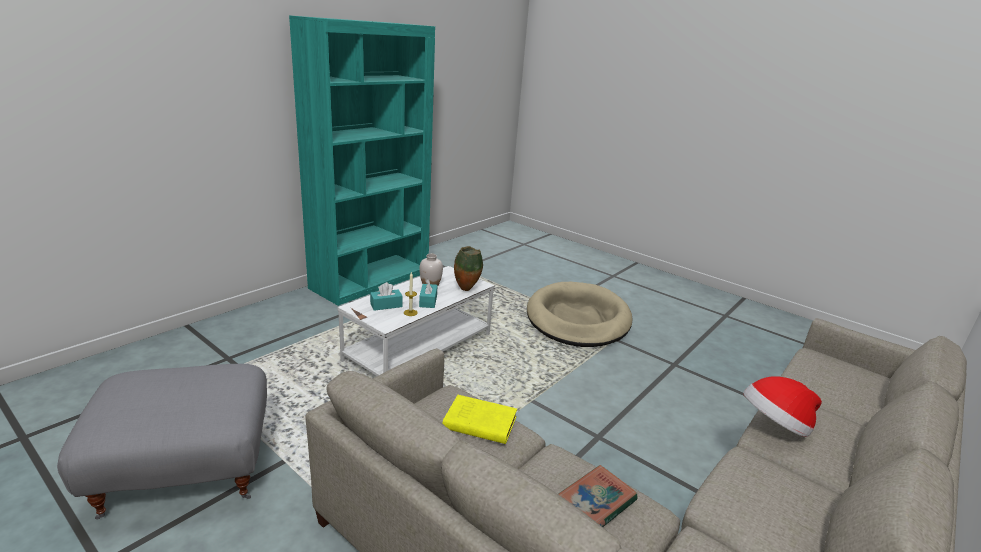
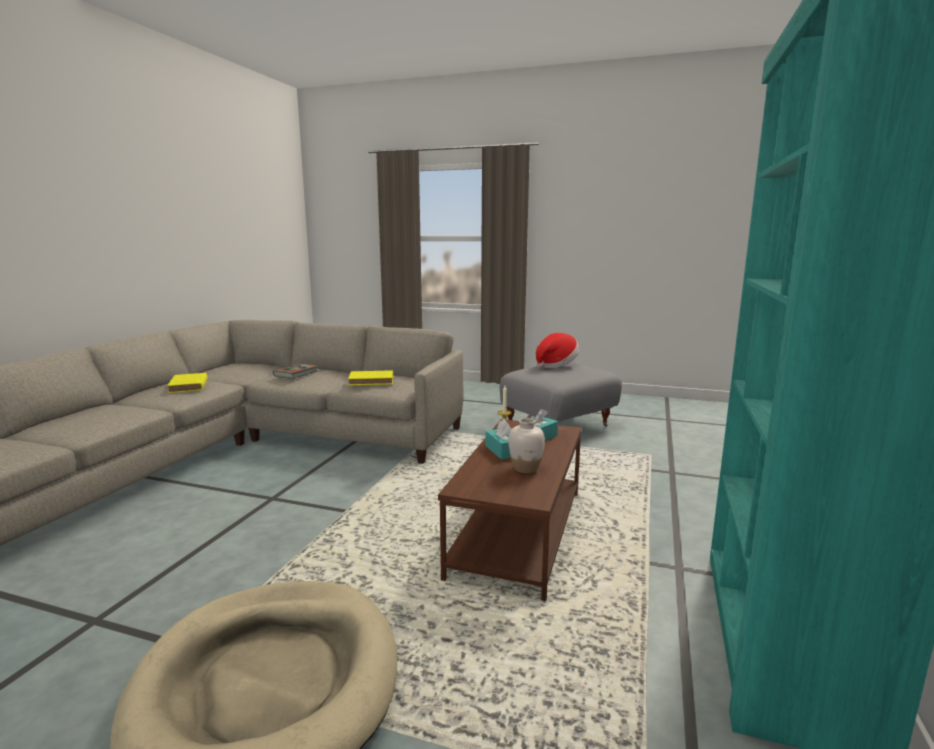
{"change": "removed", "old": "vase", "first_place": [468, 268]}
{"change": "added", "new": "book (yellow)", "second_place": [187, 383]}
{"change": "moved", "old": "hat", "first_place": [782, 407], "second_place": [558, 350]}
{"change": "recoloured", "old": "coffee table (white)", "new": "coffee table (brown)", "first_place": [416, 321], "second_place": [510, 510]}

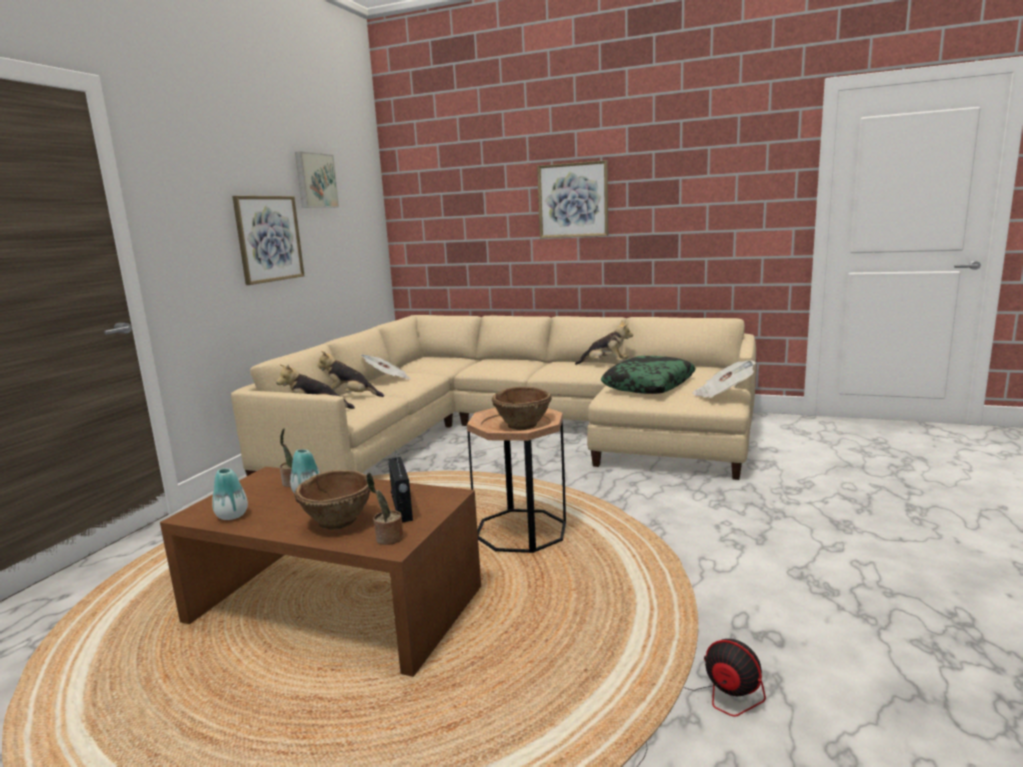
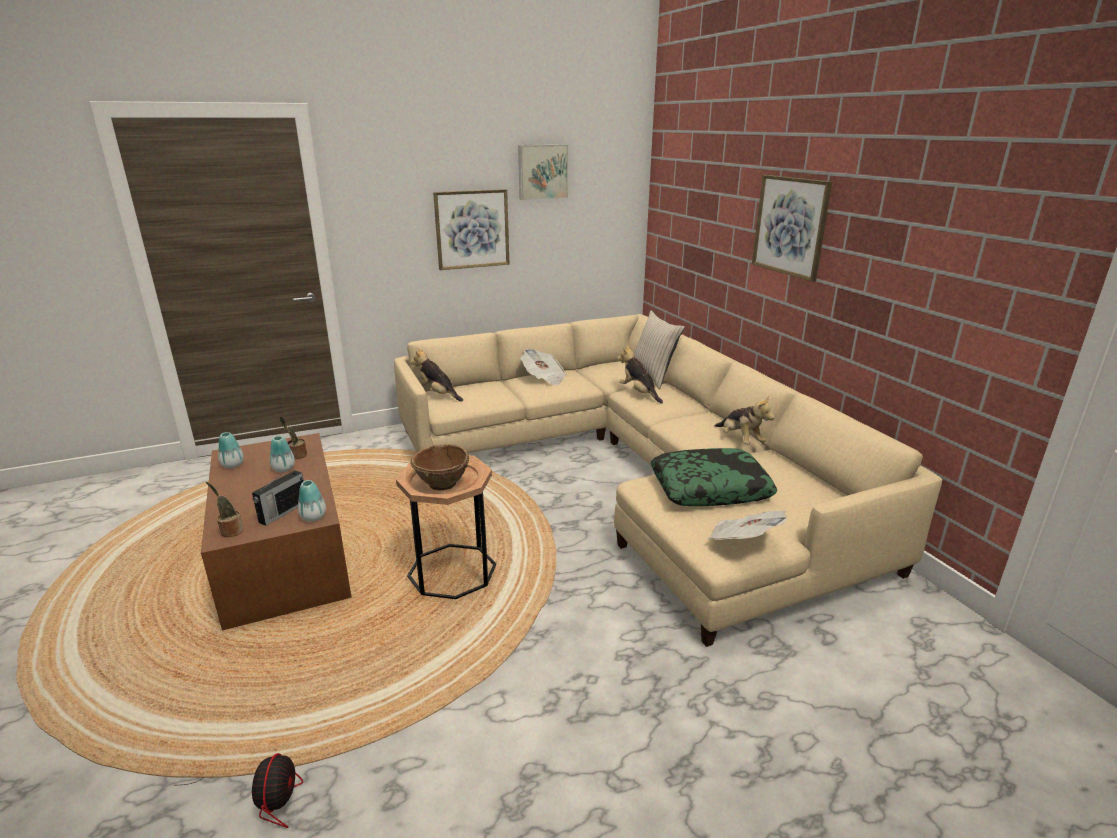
{"change": "removed", "old": "bowl (brown)", "first_place": [332, 500]}
{"change": "added", "new": "vase", "second_place": [312, 501]}
{"change": "added", "new": "pillow (beige)", "second_place": [659, 349]}
{"change": "moved", "old": "plush toy", "first_place": [350, 374], "second_place": [640, 374]}

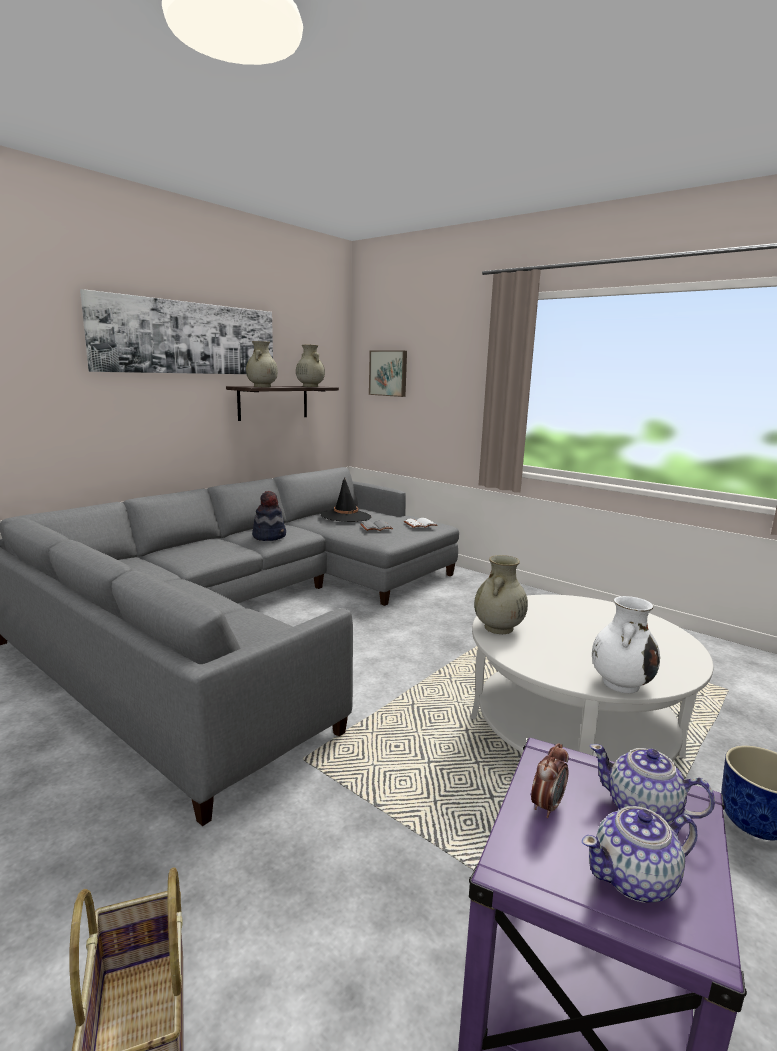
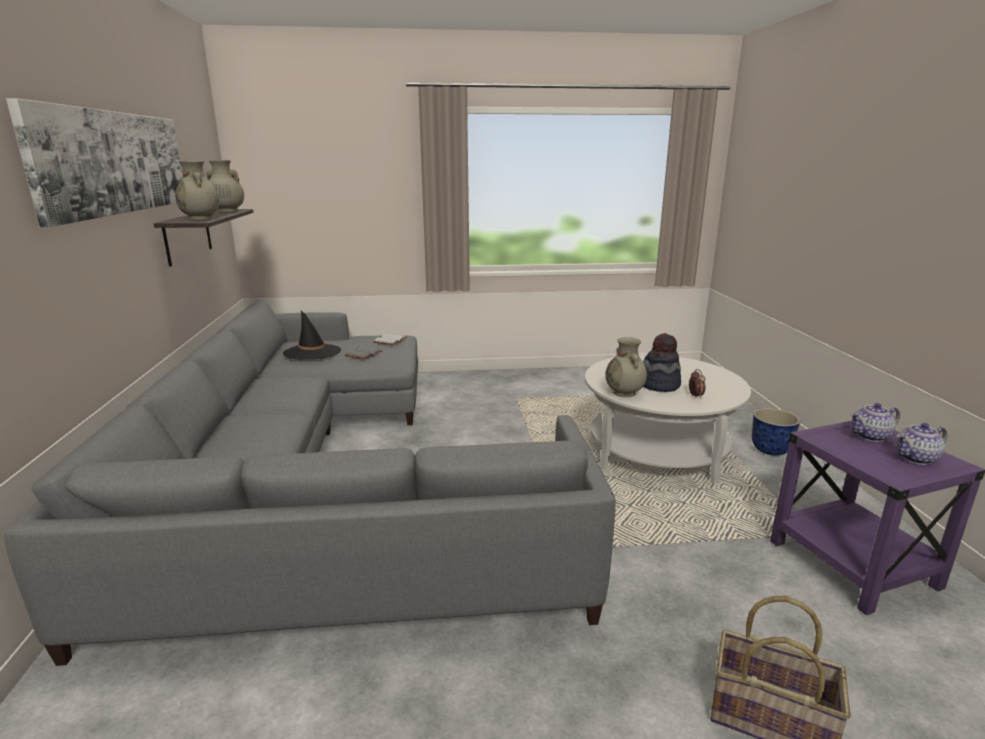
{"change": "removed", "old": "picture", "first_place": [388, 373]}
{"change": "removed", "old": "vase (white)", "first_place": [626, 644]}
{"change": "moved", "old": "hat", "first_place": [269, 516], "second_place": [662, 362]}
{"change": "moved", "old": "alarm clock", "first_place": [550, 780], "second_place": [697, 383]}
{"change": "turned", "old": "teapot", "first_place": [639, 854], "second_place": [921, 444], "degrees": 45}

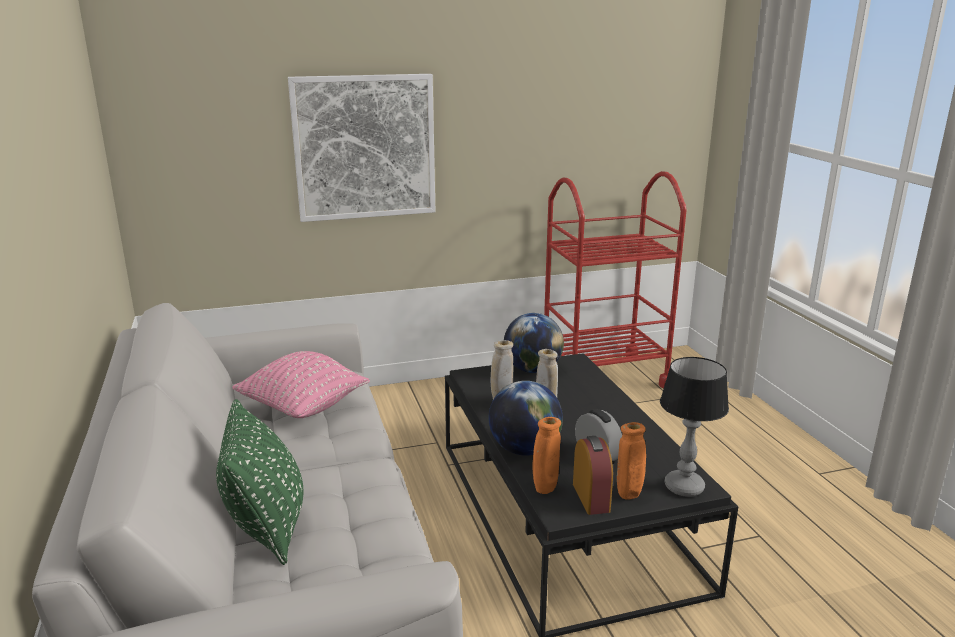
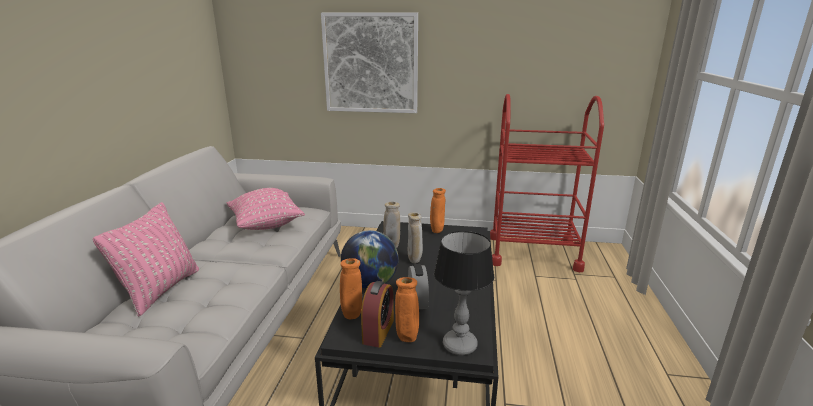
{"change": "replaced", "old": "globe", "new": "vase (orange)", "first_place": [534, 343], "second_place": [438, 210]}
{"change": "recoloured", "old": "pillow (green)", "new": "pillow (pink)", "first_place": [260, 482], "second_place": [146, 259]}

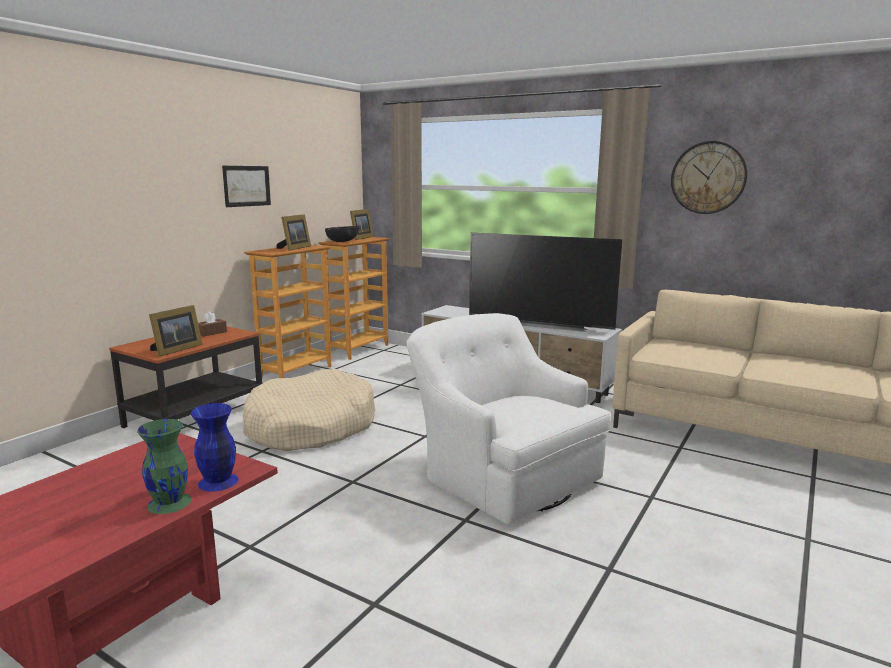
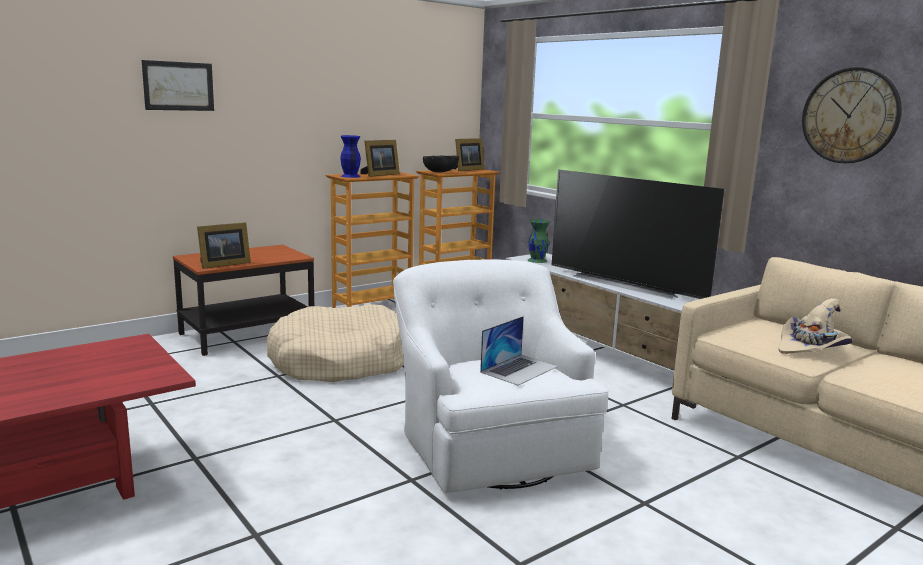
{"change": "removed", "old": "tissue box (brown)", "first_place": [212, 324]}
{"change": "added", "new": "laptop", "second_place": [519, 350]}
{"change": "added", "new": "hat (beige)", "second_place": [815, 326]}
{"change": "moved", "old": "vase (green)", "first_place": [164, 466], "second_place": [539, 241]}
{"change": "moved", "old": "vase (blue)", "first_place": [214, 447], "second_place": [350, 156]}
{"change": "moved", "old": "picture", "first_place": [246, 186], "second_place": [178, 85]}

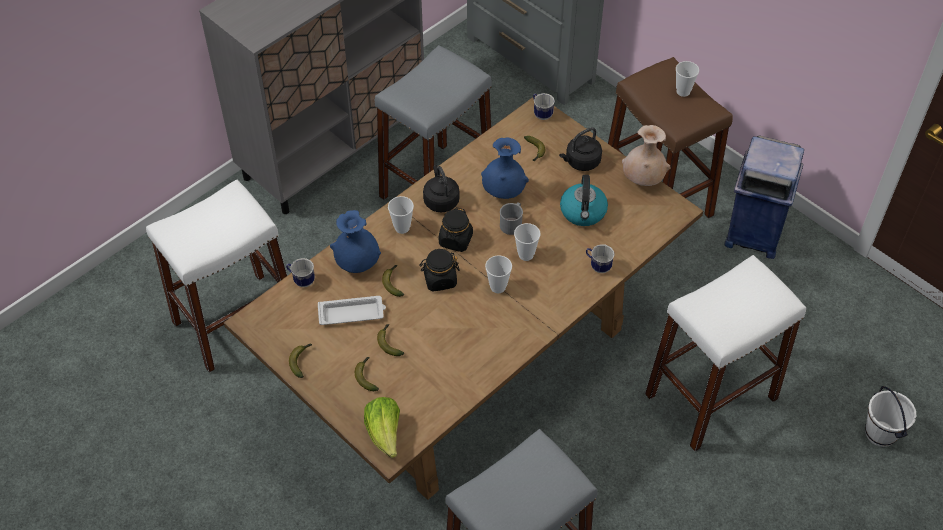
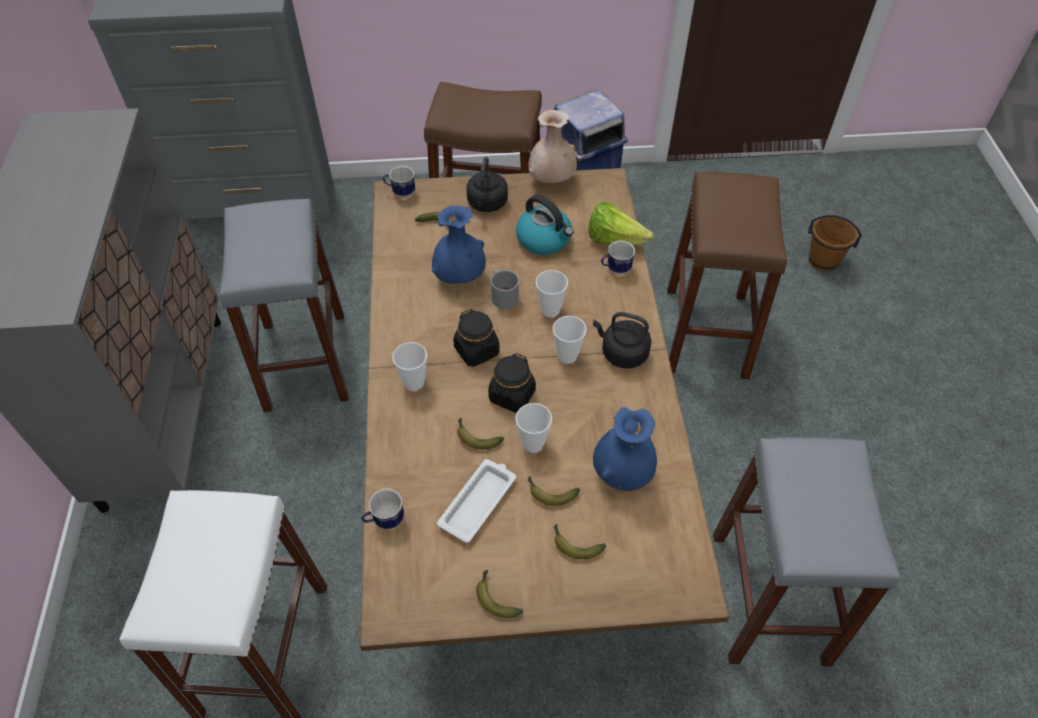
{"change": "moved", "old": "vase (blue)", "first_place": [355, 241], "second_place": [625, 449]}
{"change": "moved", "old": "lettuce", "first_place": [382, 427], "second_place": [621, 223]}
{"change": "moved", "old": "kettle (black)", "first_place": [441, 189], "second_place": [622, 340]}
{"change": "moved", "old": "cup", "first_place": [687, 79], "second_place": [534, 428]}
{"change": "recoloured", "old": "stool (white)", "new": "stool (brown)", "first_place": [725, 353], "second_place": [727, 275]}
{"change": "recoloured", "old": "bucket (white)", "new": "bucket (brown)", "first_place": [890, 416], "second_place": [835, 243]}

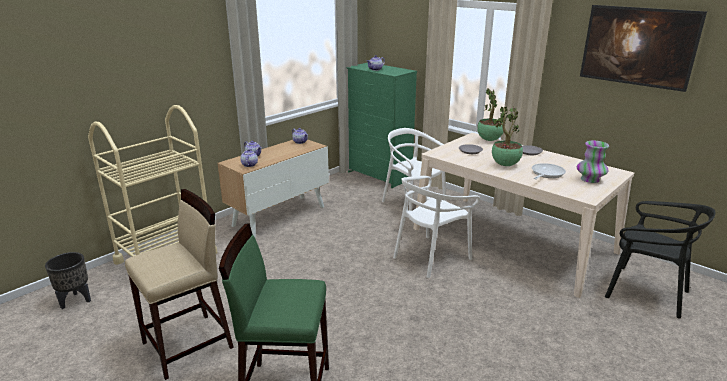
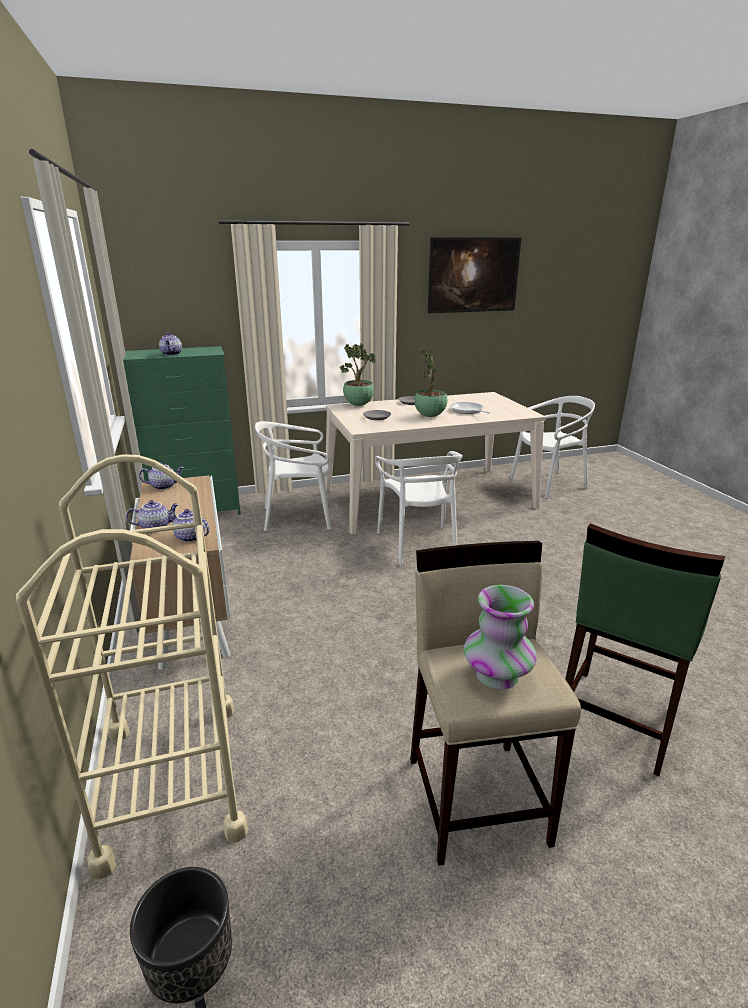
{"change": "moved", "old": "vase", "first_place": [593, 162], "second_place": [500, 637]}
{"change": "recoloured", "old": "chair (black)", "new": "chair (white)", "first_place": [660, 260], "second_place": [552, 447]}

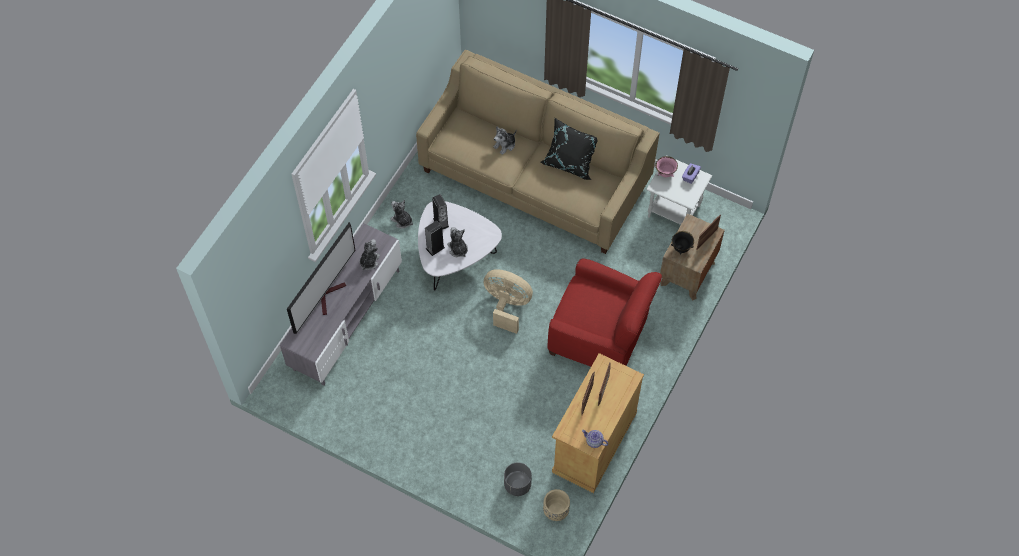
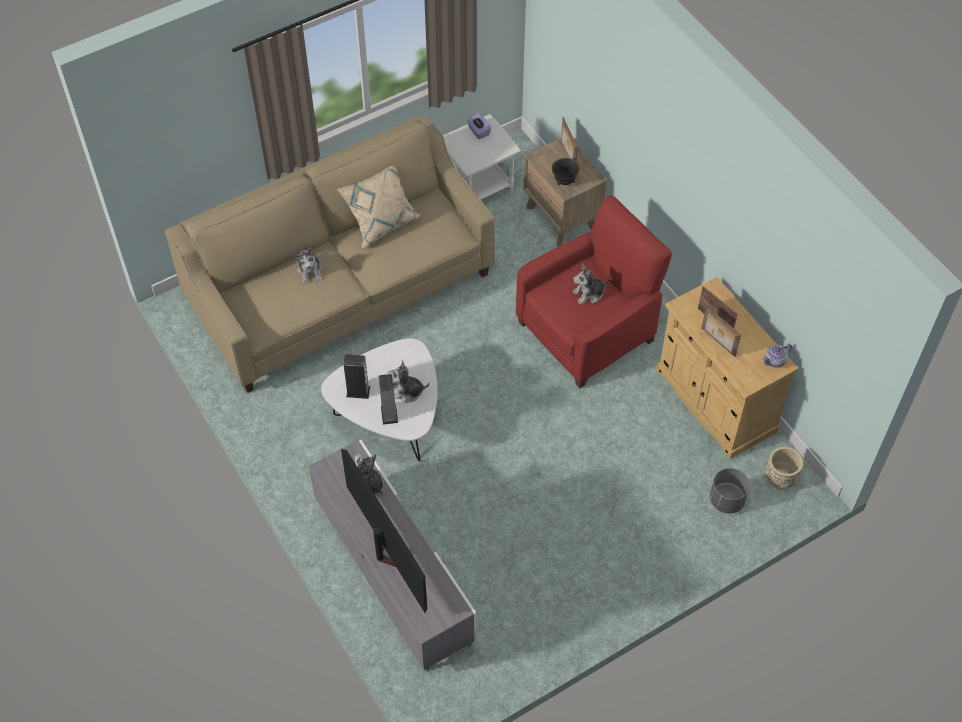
{"change": "removed", "old": "fan (beige)", "first_place": [508, 301]}
{"change": "removed", "old": "bowl (pink)", "first_place": [666, 166]}
{"change": "moved", "old": "plush toy", "first_place": [402, 214], "second_place": [591, 284]}
{"change": "recoloured", "old": "pillow (black)", "new": "pillow (beige)", "first_place": [569, 149], "second_place": [379, 207]}

